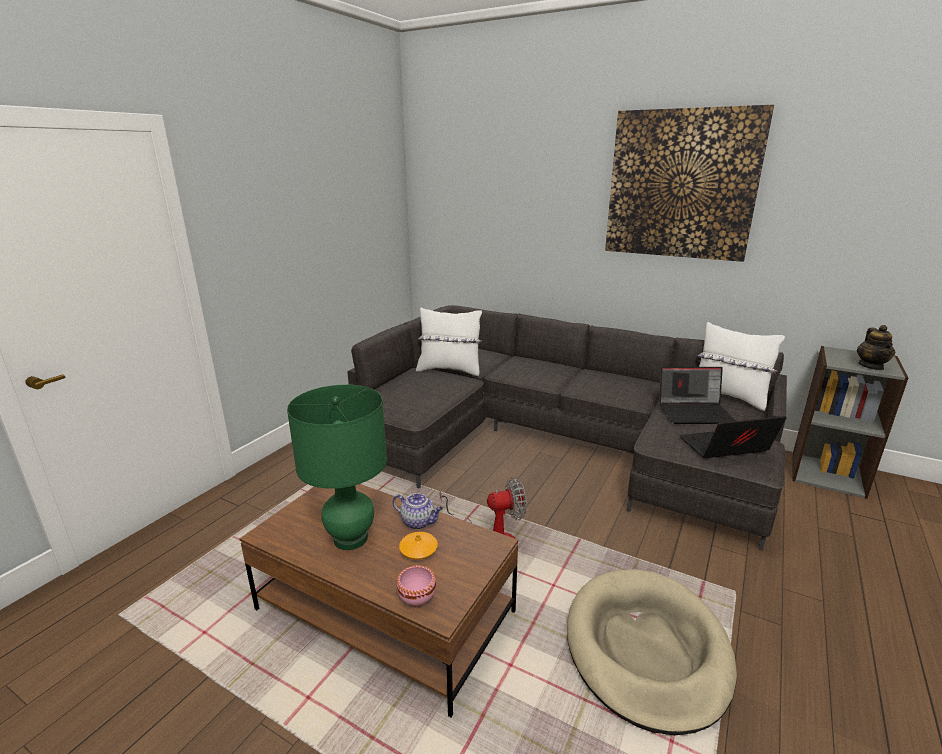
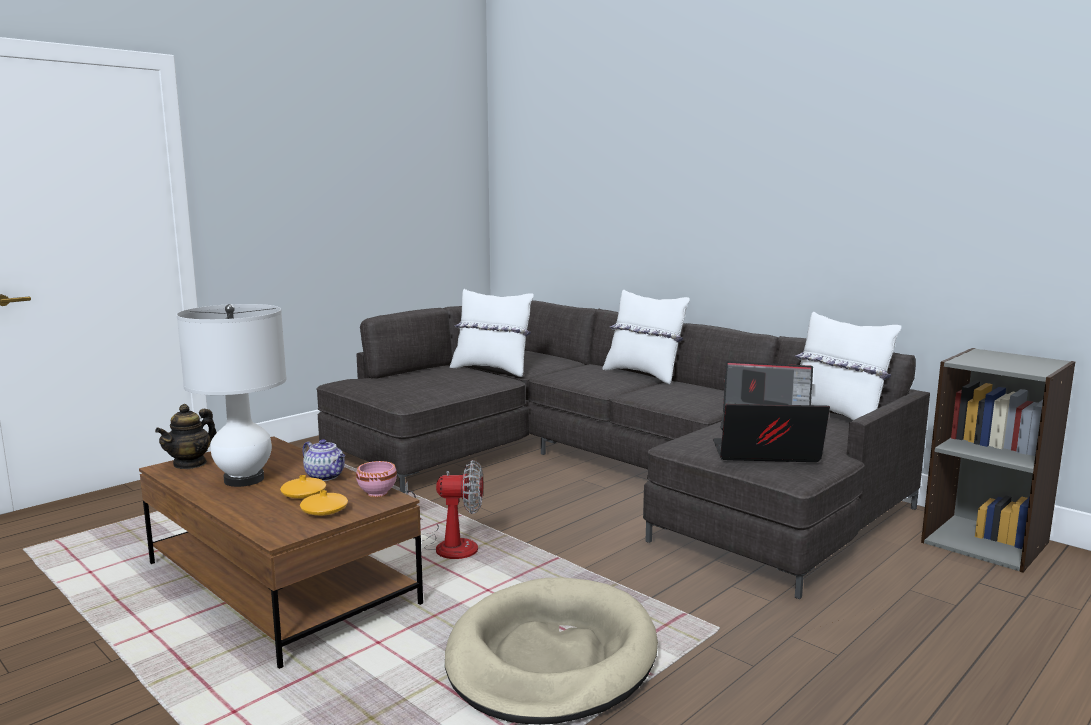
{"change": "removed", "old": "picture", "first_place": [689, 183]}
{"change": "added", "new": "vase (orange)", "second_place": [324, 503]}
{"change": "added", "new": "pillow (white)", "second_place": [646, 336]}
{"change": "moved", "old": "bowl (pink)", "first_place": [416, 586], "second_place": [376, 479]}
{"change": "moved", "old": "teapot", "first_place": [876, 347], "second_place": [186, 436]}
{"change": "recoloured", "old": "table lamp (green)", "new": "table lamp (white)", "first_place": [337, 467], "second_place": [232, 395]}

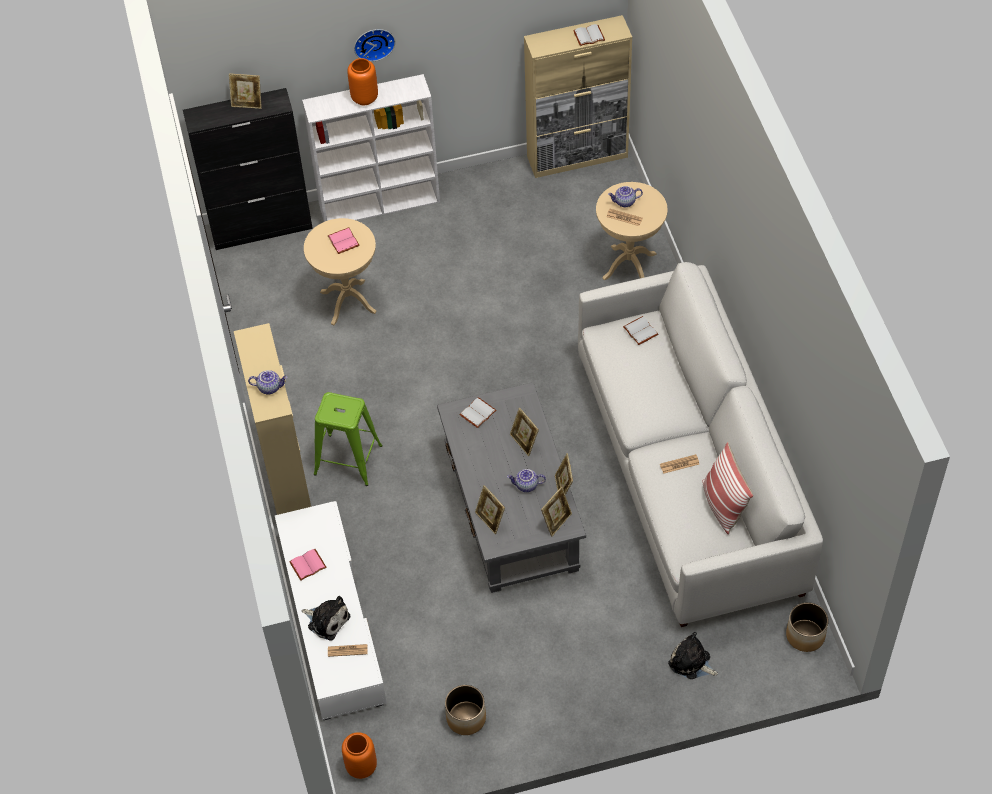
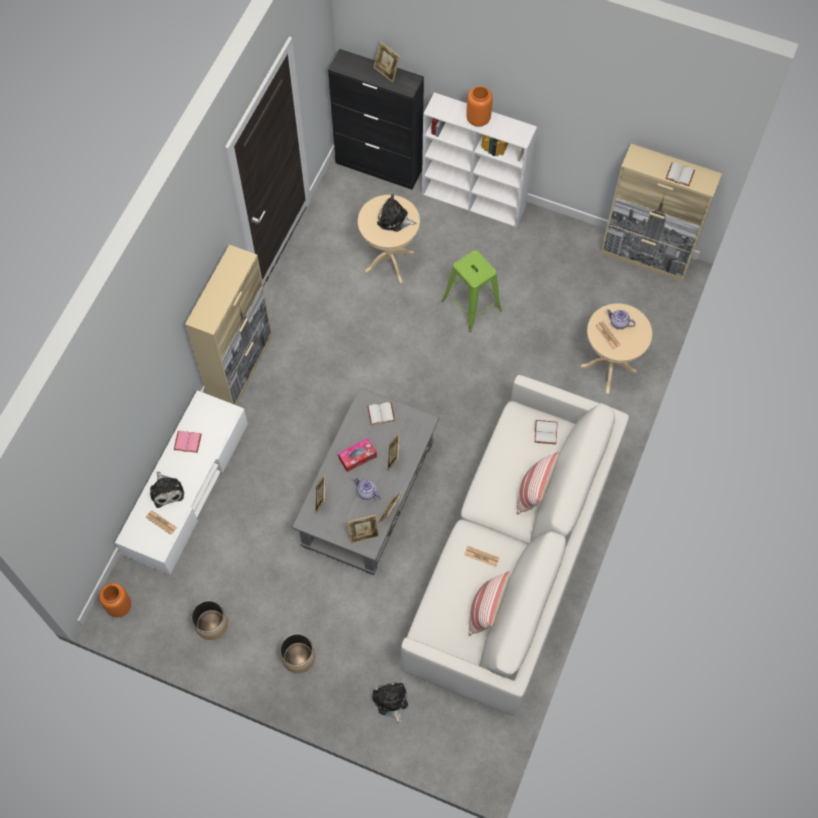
{"change": "removed", "old": "teapot", "first_place": [268, 382]}
{"change": "removed", "old": "wall clock", "first_place": [374, 45]}
{"change": "added", "new": "tissue box", "second_place": [357, 455]}
{"change": "added", "new": "pillow", "second_place": [538, 483]}
{"change": "moved", "old": "stool (green)", "first_place": [348, 439], "second_place": [471, 291]}
{"change": "moved", "old": "planter", "first_place": [807, 627], "second_place": [297, 653]}
{"change": "replaced", "old": "book (pink)", "new": "plush toy", "first_place": [343, 240], "second_place": [396, 213]}

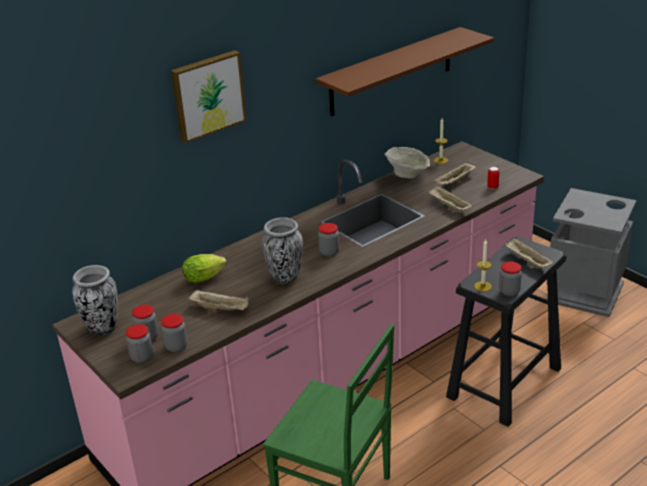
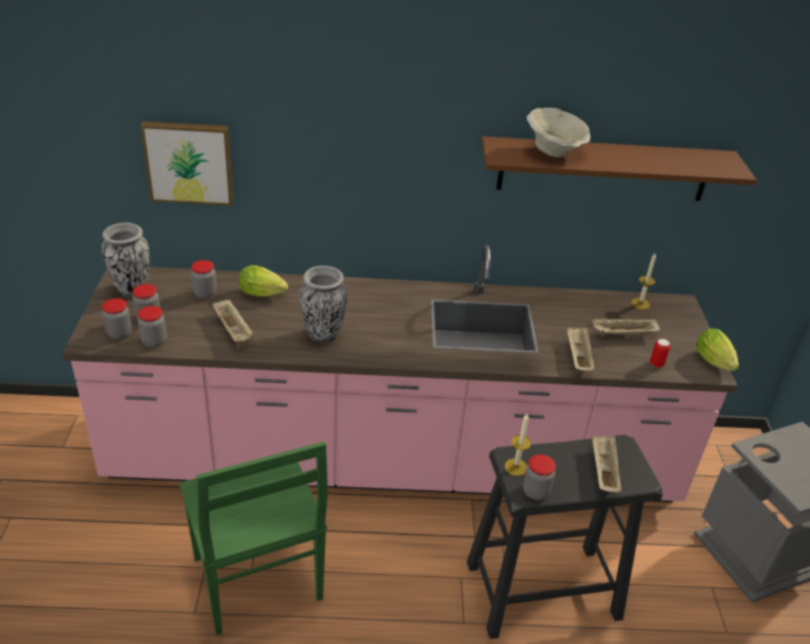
{"change": "added", "new": "lettuce", "second_place": [717, 349]}
{"change": "moved", "old": "picture", "first_place": [208, 96], "second_place": [187, 163]}
{"change": "moved", "old": "jar", "first_place": [328, 240], "second_place": [204, 279]}
{"change": "moved", "old": "bowl (beige)", "first_place": [407, 162], "second_place": [558, 132]}

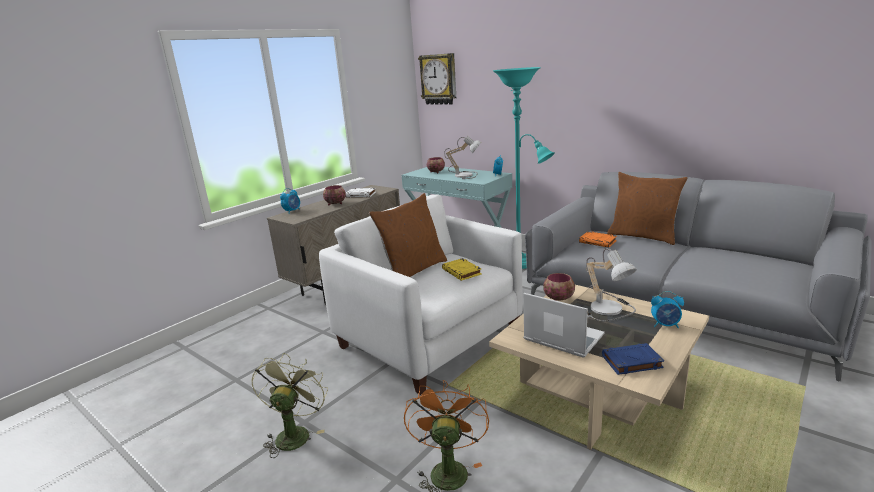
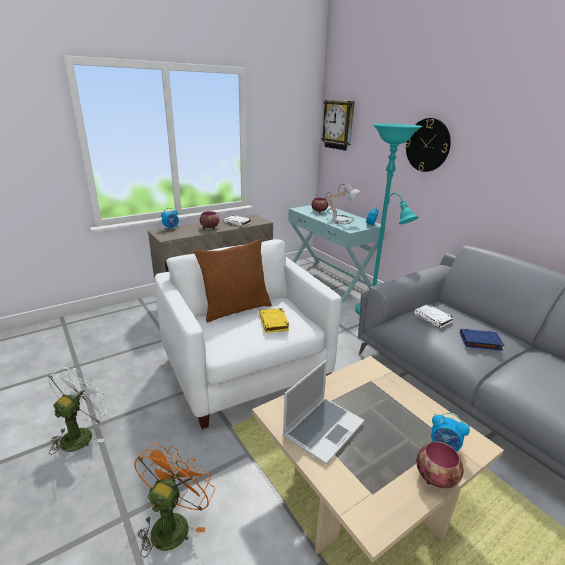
{"change": "removed", "old": "table lamp", "first_place": [611, 285]}
{"change": "removed", "old": "pillow (brown)", "first_place": [647, 208]}
{"change": "added", "new": "wall clock", "second_place": [428, 145]}
{"change": "moved", "old": "bowl", "first_place": [559, 287], "second_place": [440, 464]}
{"change": "moved", "old": "book (blue)", "first_place": [633, 359], "second_place": [482, 340]}
{"change": "recoloured", "old": "fan (green)", "new": "fan (white)", "first_place": [289, 405], "second_place": [79, 411]}
{"change": "recoloured", "old": "book (orange)", "new": "book (white)", "first_place": [598, 239], "second_place": [433, 316]}
{"change": "turned", "old": "laptop", "first_place": [564, 325], "second_place": [323, 412], "degrees": 75}

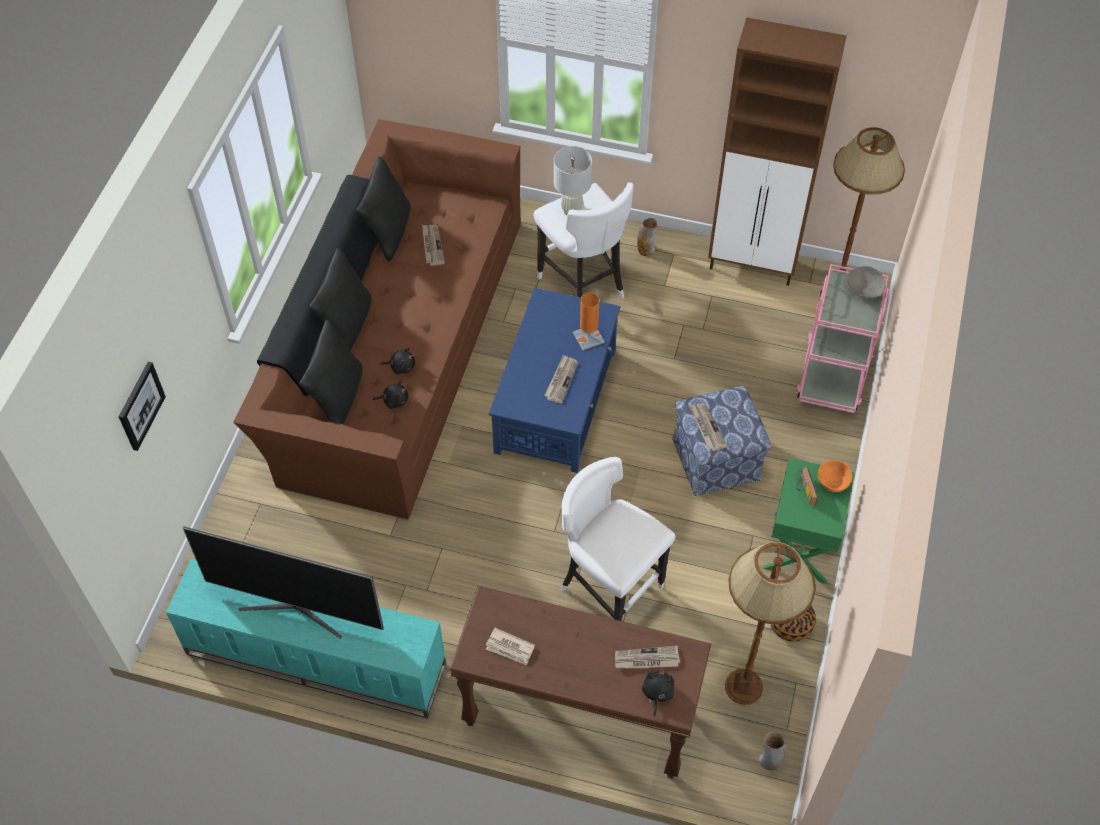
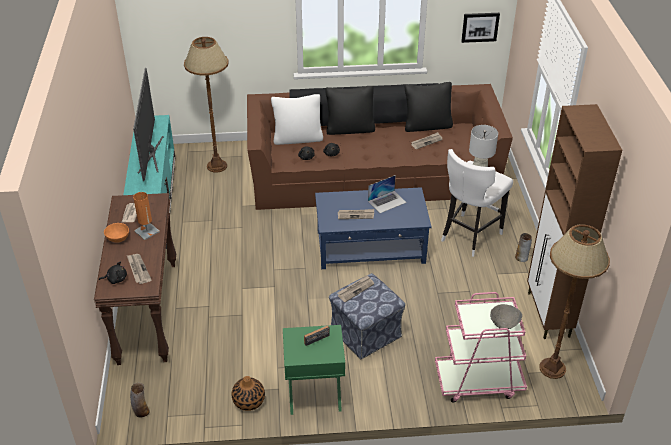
{"change": "removed", "old": "stool (white)", "first_place": [618, 539]}
{"change": "added", "new": "laptop", "second_place": [387, 194]}
{"change": "moved", "old": "picture", "first_place": [142, 406], "second_place": [480, 28]}
{"change": "moved", "old": "table lamp (orange)", "first_place": [589, 321], "second_place": [146, 216]}
{"change": "moved", "old": "floor lamp (brown)", "first_place": [770, 623], "second_place": [206, 105]}
{"change": "moved", "old": "bowl (orange)", "first_place": [835, 476], "second_place": [116, 233]}
{"change": "recoloured", "old": "pillow (black)", "new": "pillow (white)", "first_place": [331, 372], "second_place": [297, 119]}

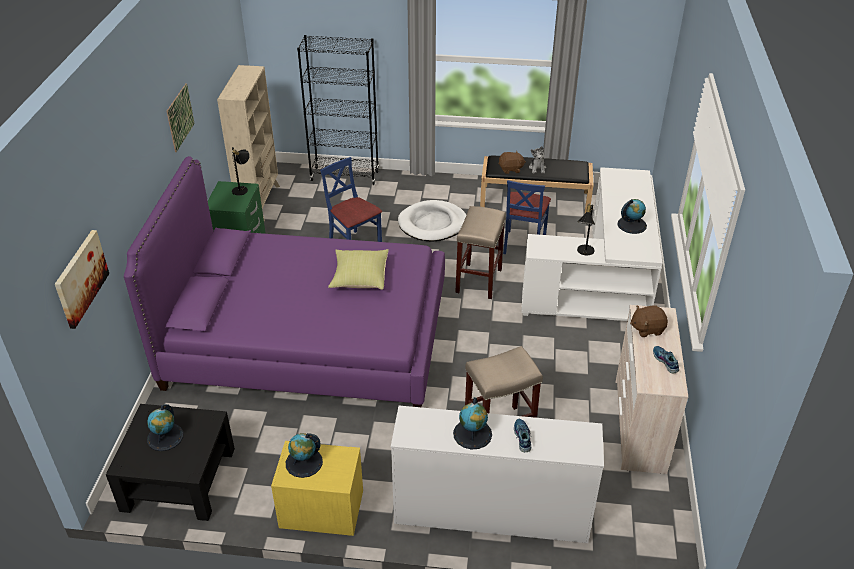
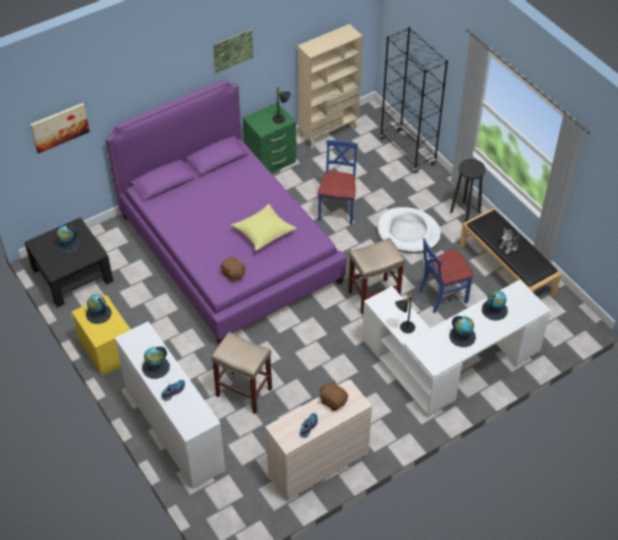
{"change": "added", "new": "stool (black)", "second_place": [468, 190]}
{"change": "added", "new": "globe", "second_place": [495, 305]}
{"change": "moved", "old": "plush toy (brown)", "first_place": [512, 162], "second_place": [232, 269]}

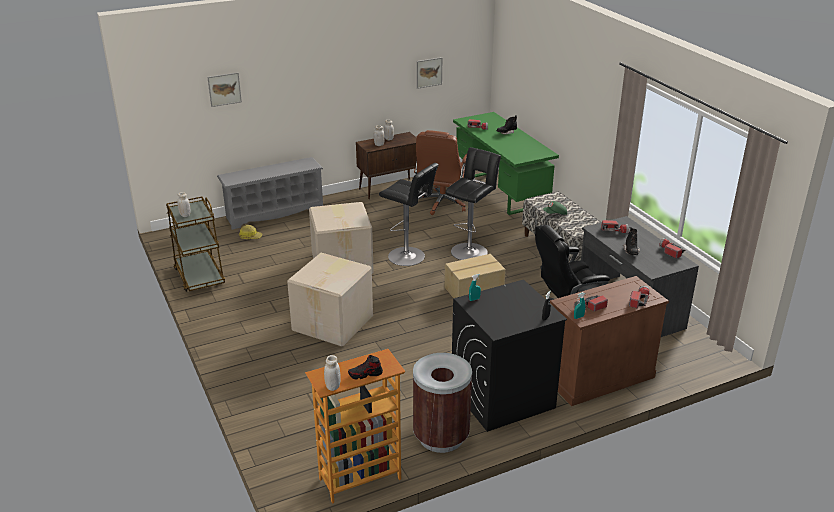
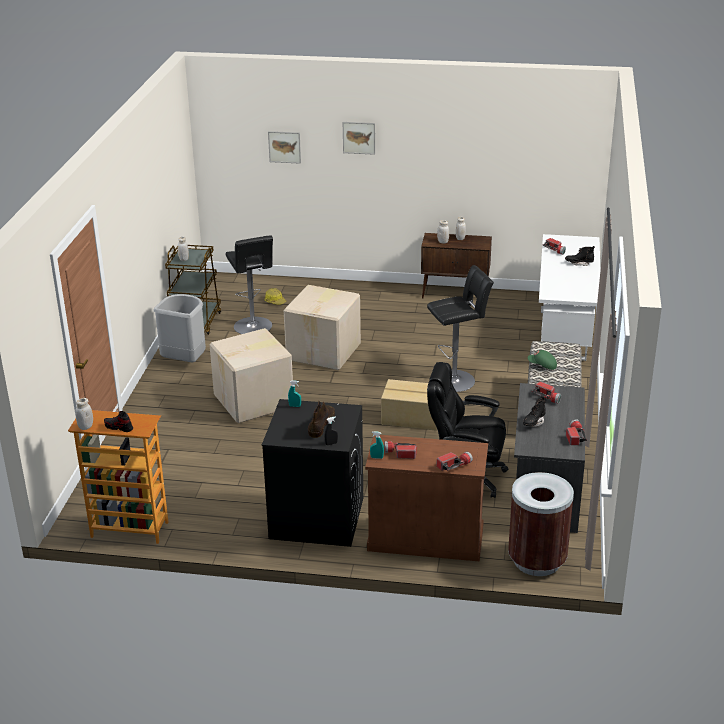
{"change": "removed", "old": "shoe rack (grey)", "first_place": [270, 193]}
{"change": "removed", "old": "office chair (brown)", "first_place": [440, 172]}
{"change": "added", "new": "trash can (grey)", "second_place": [179, 328]}
{"change": "added", "new": "boot (brown)", "second_place": [321, 419]}
{"change": "moved", "old": "stool (black)", "first_place": [409, 214], "second_place": [249, 284]}
{"change": "moved", "old": "trash can (brown)", "first_place": [442, 403], "second_place": [541, 524]}
{"change": "moved", "old": "picture", "first_place": [430, 73], "second_place": [359, 138]}
{"change": "recoloured", "old": "desk (green)", "new": "desk (white)", "first_place": [506, 163], "second_place": [569, 297]}

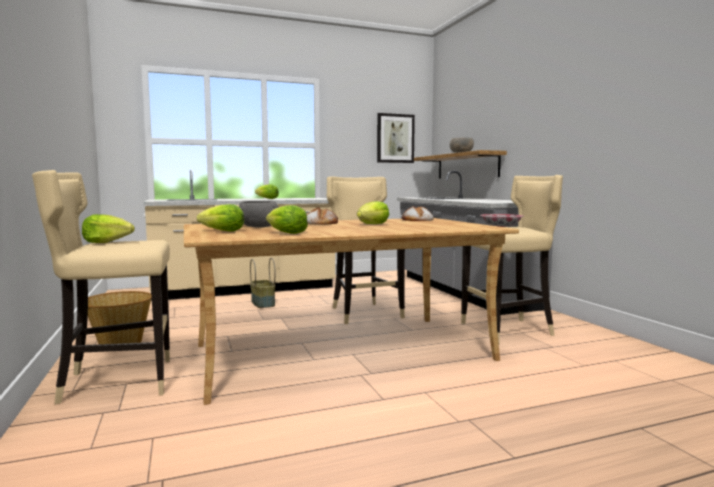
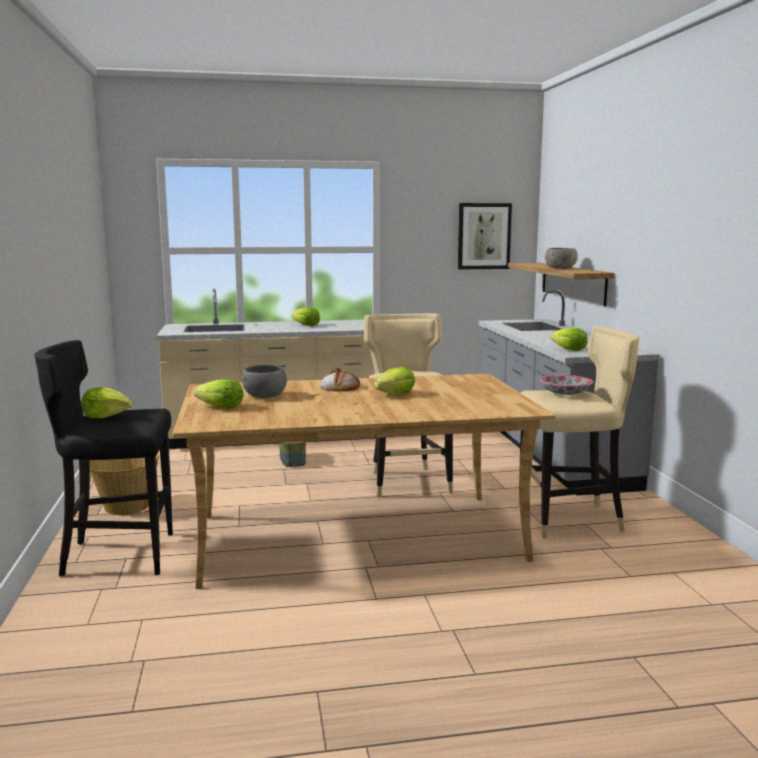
{"change": "removed", "old": "bread", "first_place": [418, 213]}
{"change": "moved", "old": "lettuce", "first_place": [287, 219], "second_place": [569, 339]}
{"change": "recoloured", "old": "stool (beige)", "new": "stool (black)", "first_place": [101, 287], "second_place": [103, 458]}

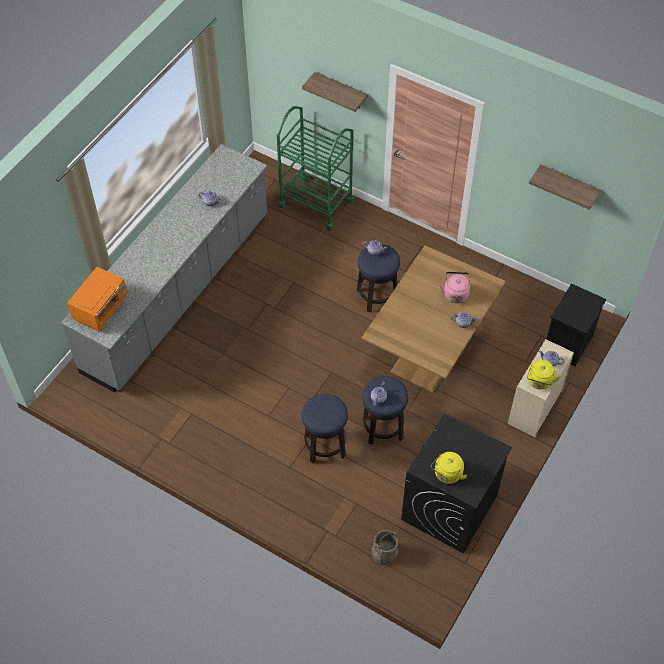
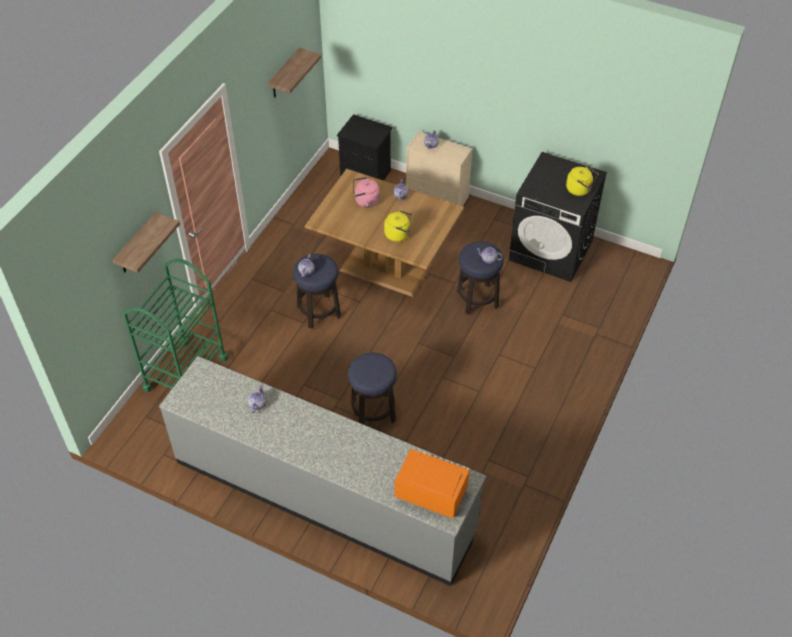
{"change": "removed", "old": "bucket (beige)", "first_place": [385, 547]}
{"change": "moved", "old": "stool", "first_place": [325, 429], "second_place": [372, 389]}
{"change": "moved", "old": "kettle (yellow)", "first_place": [544, 375], "second_place": [399, 226]}

